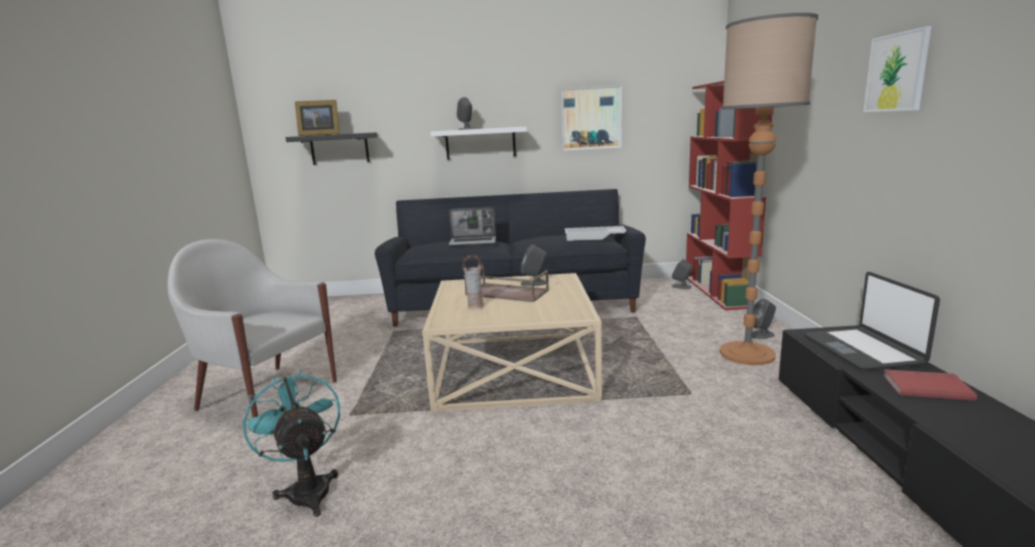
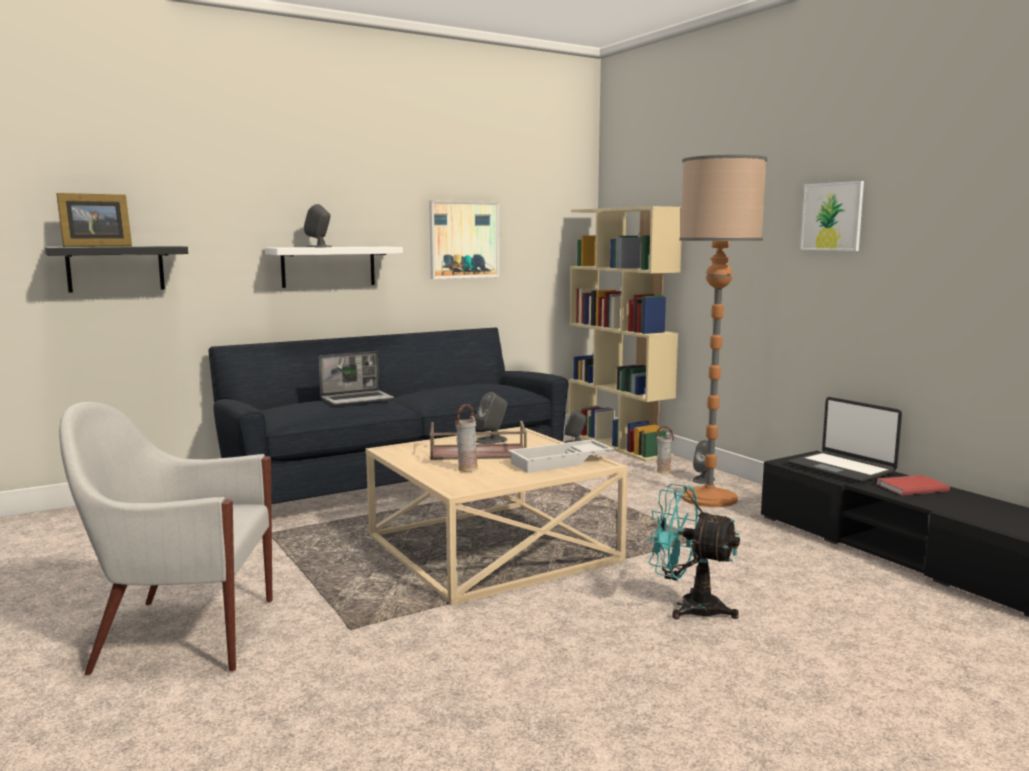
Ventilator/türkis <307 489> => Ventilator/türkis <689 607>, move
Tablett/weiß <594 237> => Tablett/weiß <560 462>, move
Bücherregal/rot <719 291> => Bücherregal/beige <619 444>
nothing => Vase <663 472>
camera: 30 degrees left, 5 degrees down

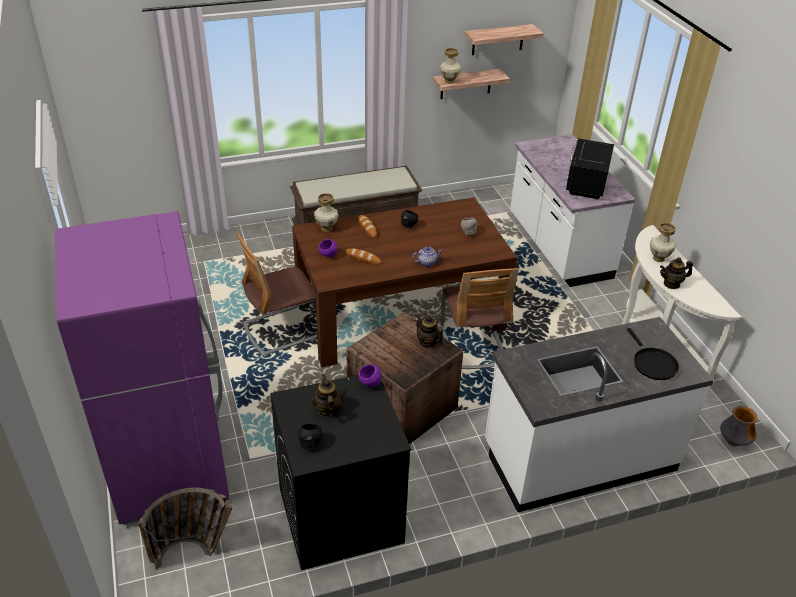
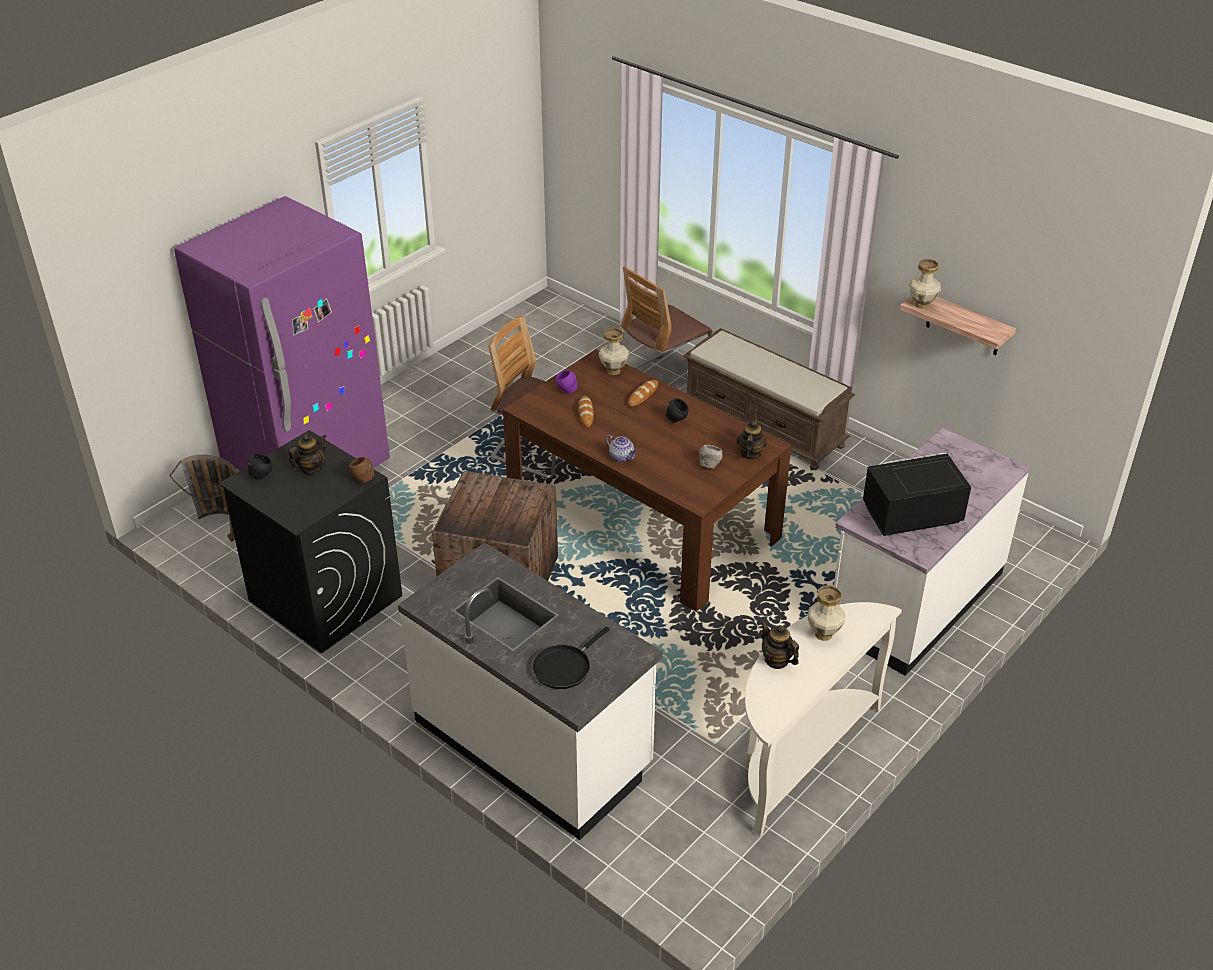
Schüssel/lila <370 384> => Schüssel/braun <363 480>
Teekanne <427 342> => Teekanne <750 454>, move
Stuhl <473 345> => Stuhl <662 377>, move
Wandregal <498 39> => nothing
Vase <733 442> => nothing
camera: 60 degrees right, 0 degrees up

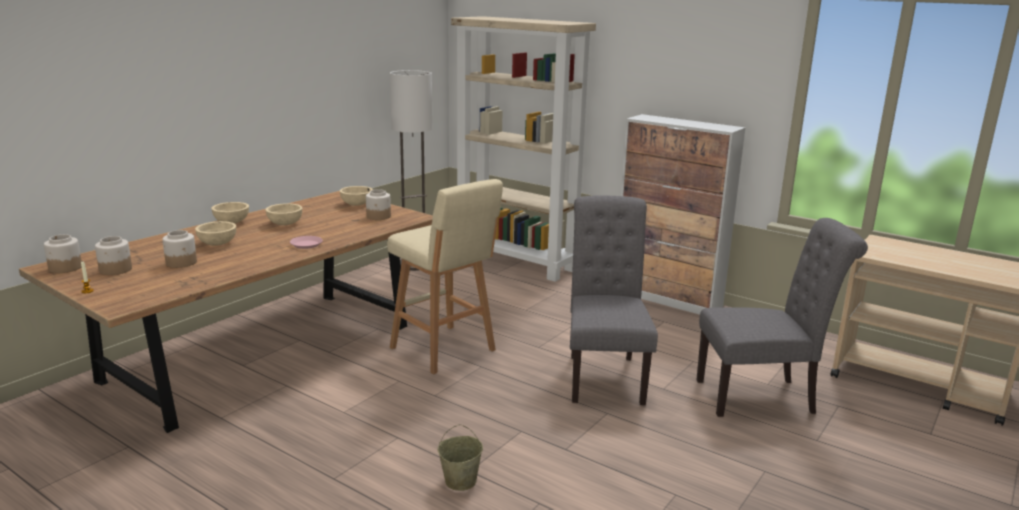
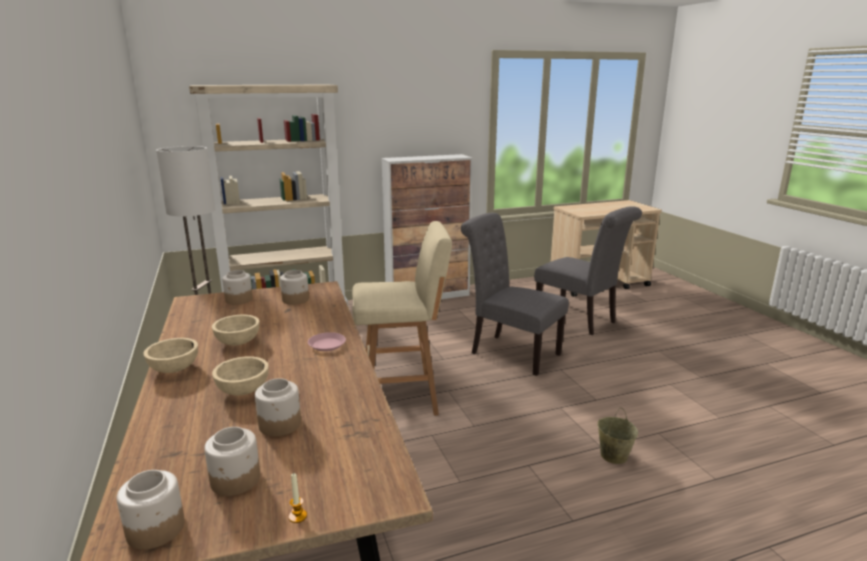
Schüssel/beige <356 204> => Vorratsglas <239 300>
Stuhl/grau <762 397> => Stuhl/grau <579 320>, 105 degrees clockwise
camera: 55 degrees left, 0 degrees up

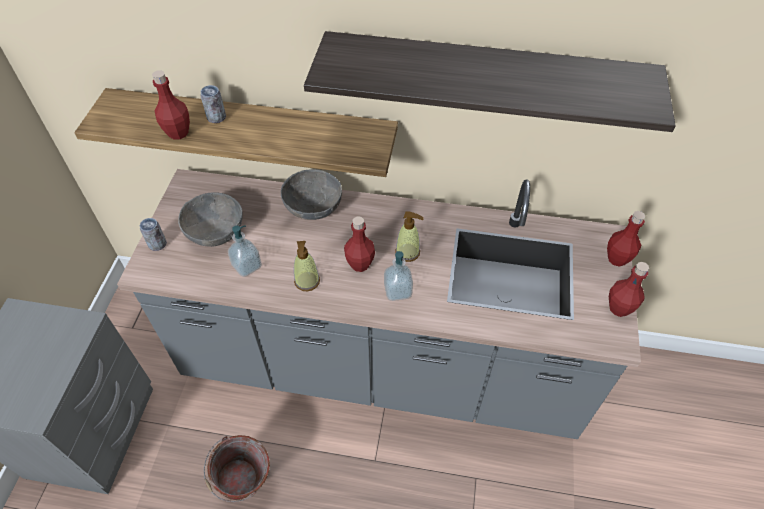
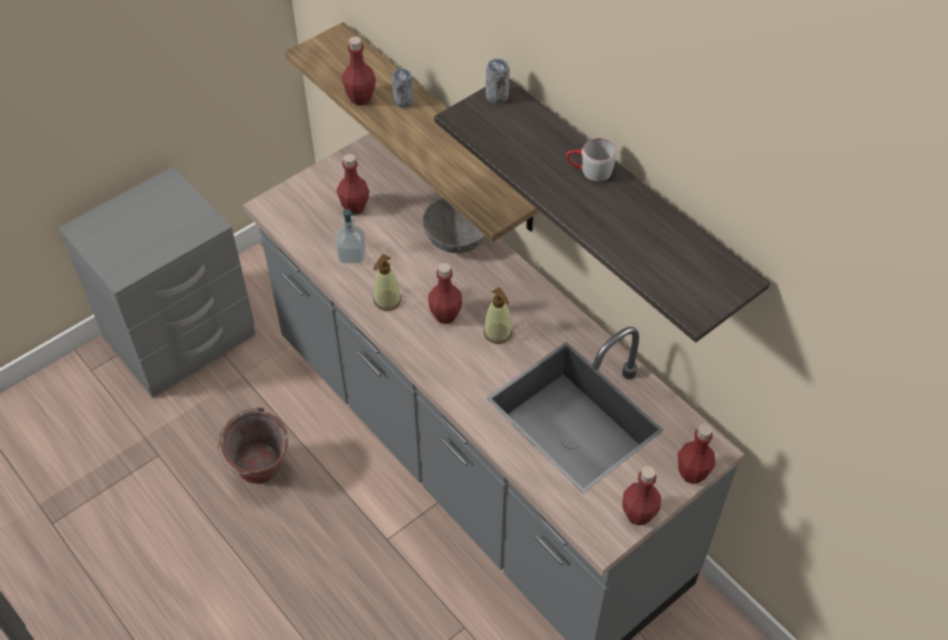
Dose <157 244> => Dose <497 96>, move
Schüssel/grau <215 231> => Flasche/rot <354 208>
Seifenspender <398 291> => nothing
nothing => Henkelbecher/grau <589 171>
camera: 40 degrees right, 0 degrees up

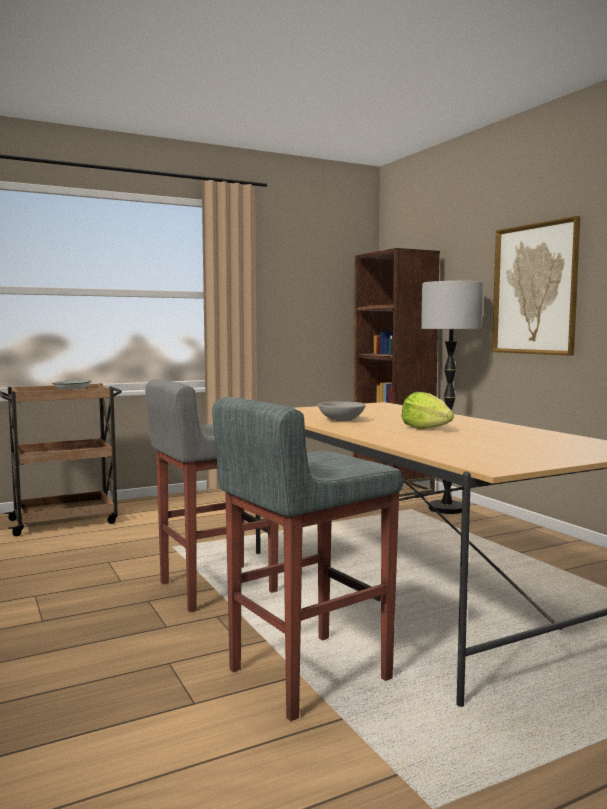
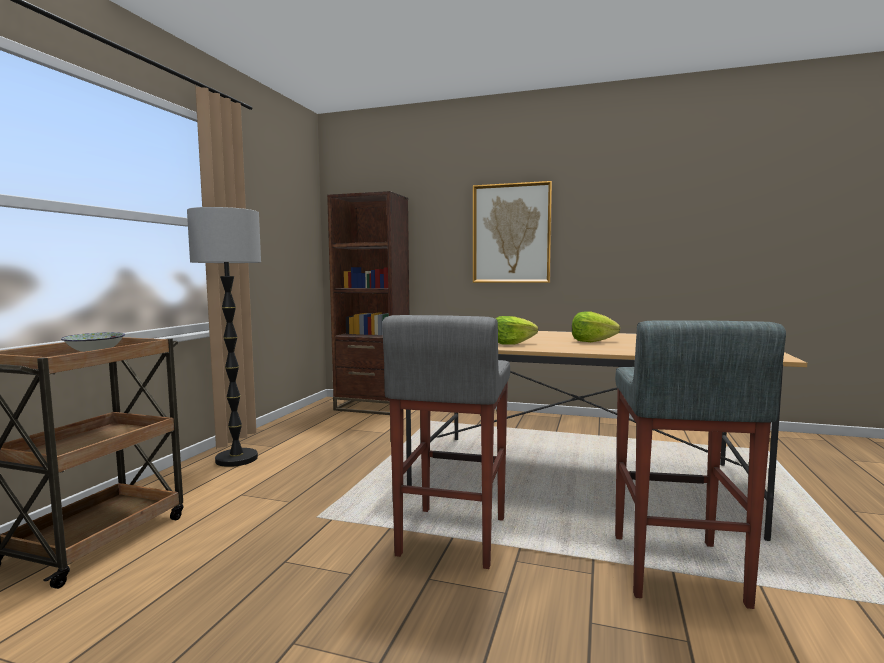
Schüssel/grau <341 420> => Salatkopf <511 343>
Stehlampe <446 509> => Stehlampe <236 459>, move
camera: 45 degrees left, 0 degrees up

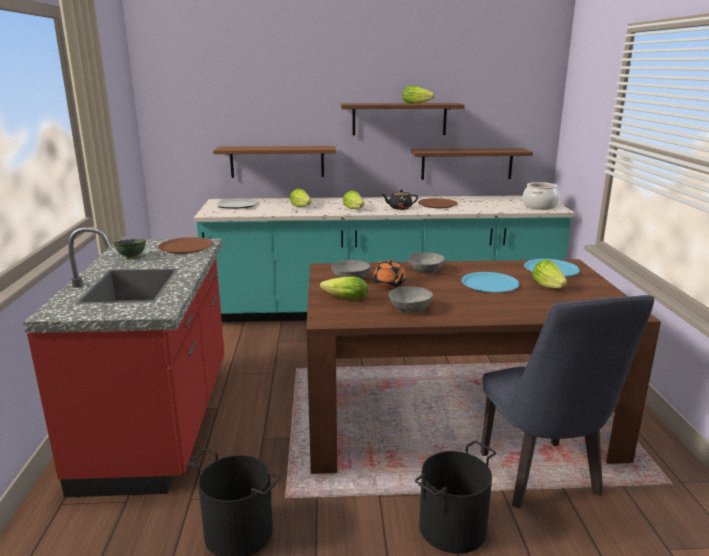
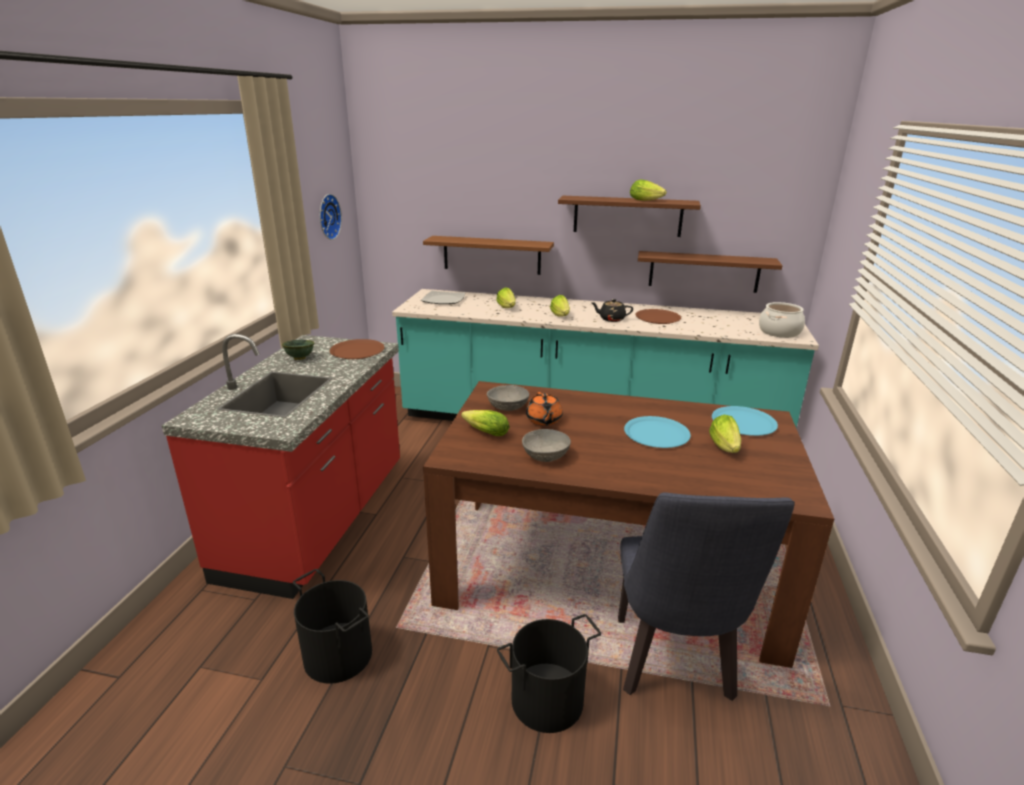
Schüssel/grau <425 270> => nothing
nothing => Wanduhr <327 216>
camera: 15 degrees right, 5 degrees up

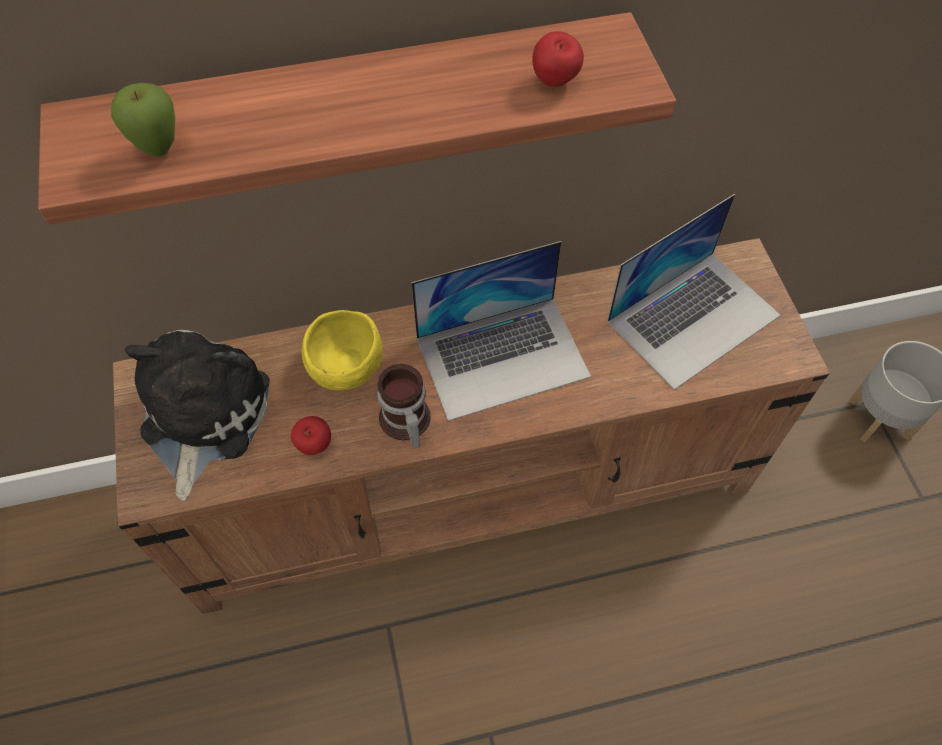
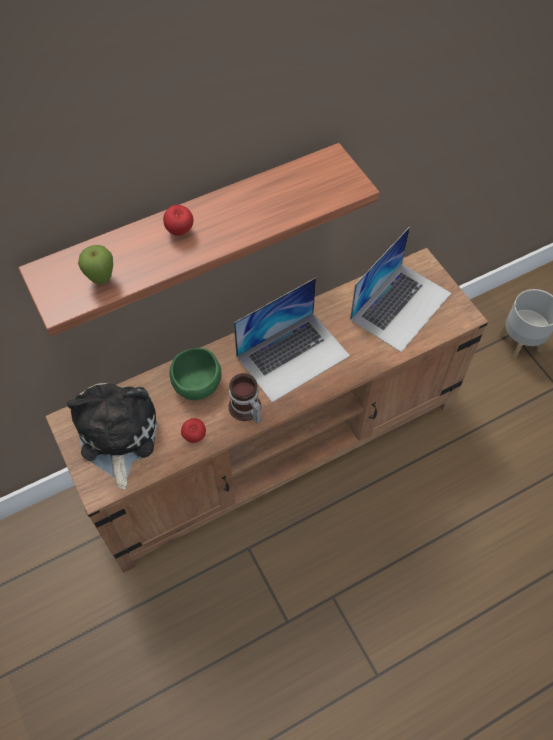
Schüssel/gelb <344 365> => Schüssel/grün <196 383>
Apfel <555 82> => Apfel <180 232>, move
camera: 15 degrees left, 0 degrees up

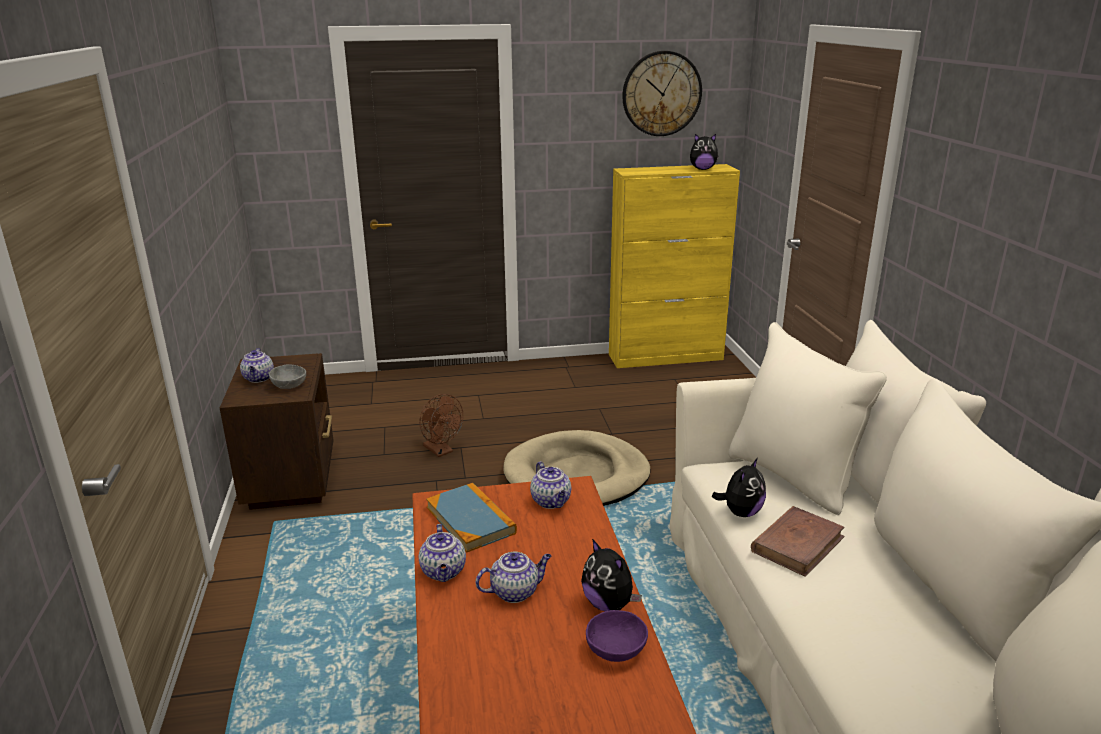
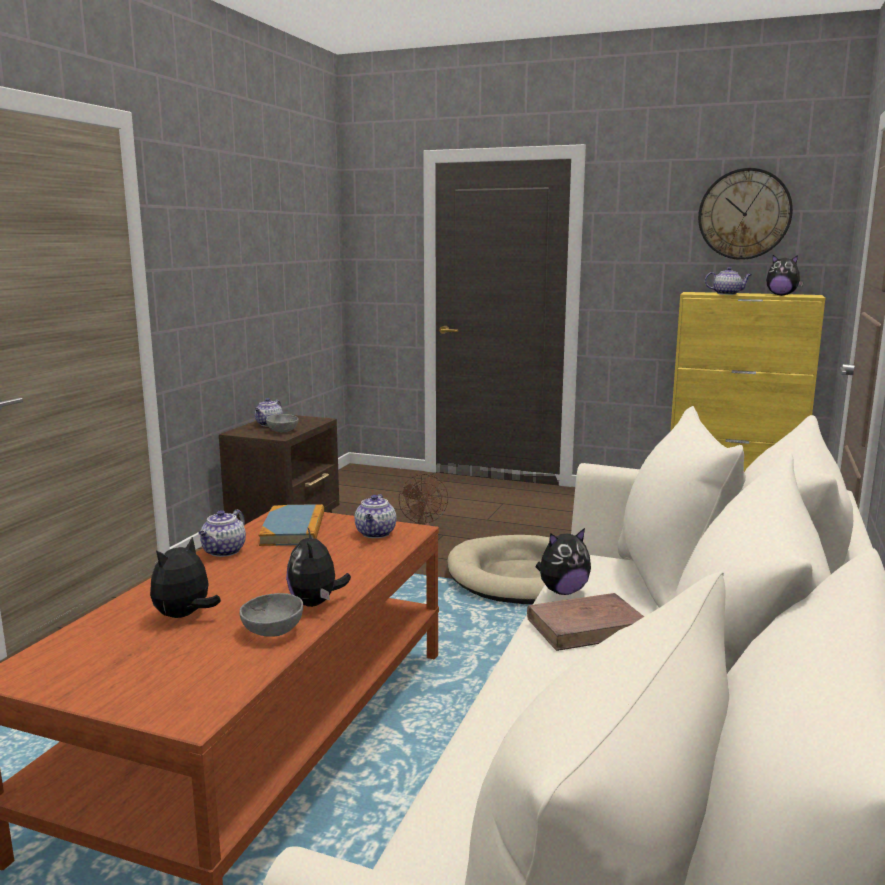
Teekanne <515 591> => Teekanne <727 294>, move
Schüssel/lila <616 651> => Schüssel/grau <272 631>
nothing => Plüschtier <184 616>
camera: 30 degrees right, 10 degrees down

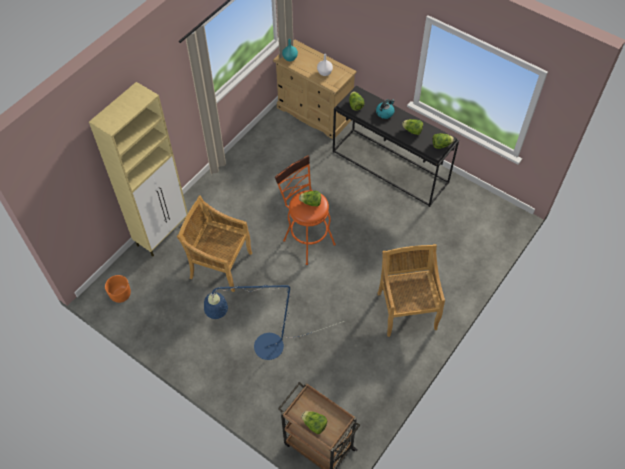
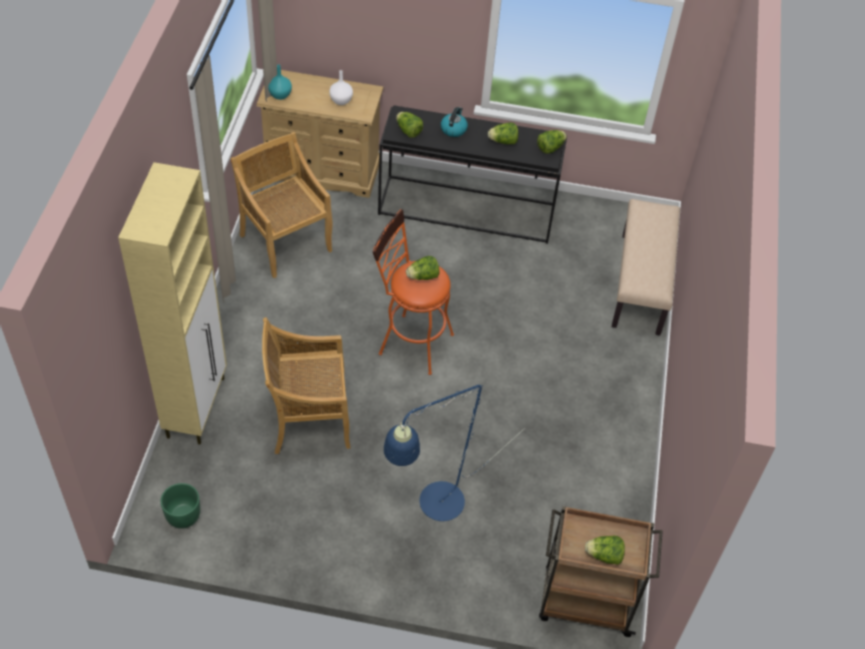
Pflanzkübel/orange <120 294> => Pflanzkübel/grün <183 515>
Stuhl/beige <406 310> => Stuhl/beige <285 242>, move
nothing => Bank/beige <641 284>
camera: 30 degrees left, 5 degrees down

